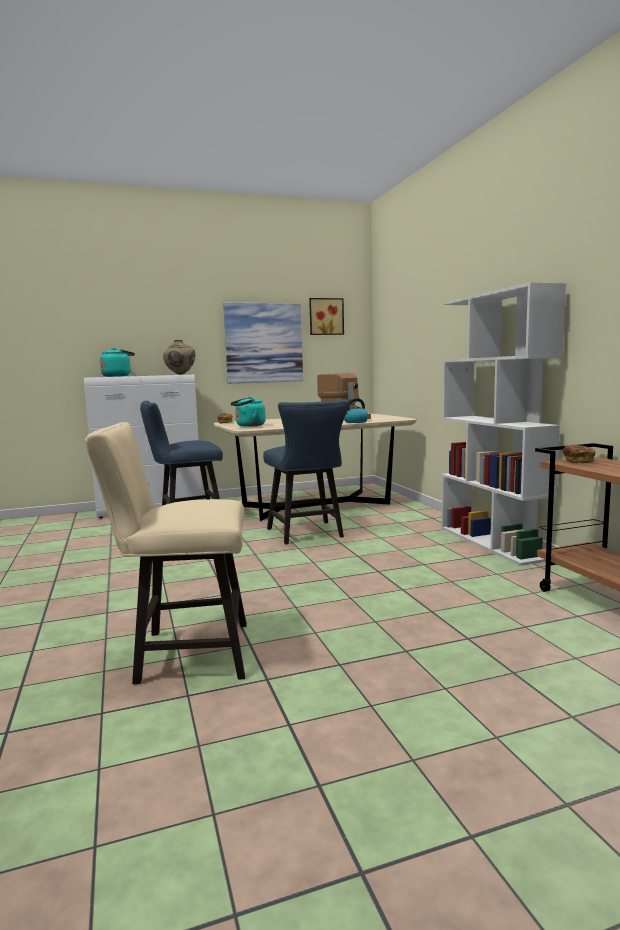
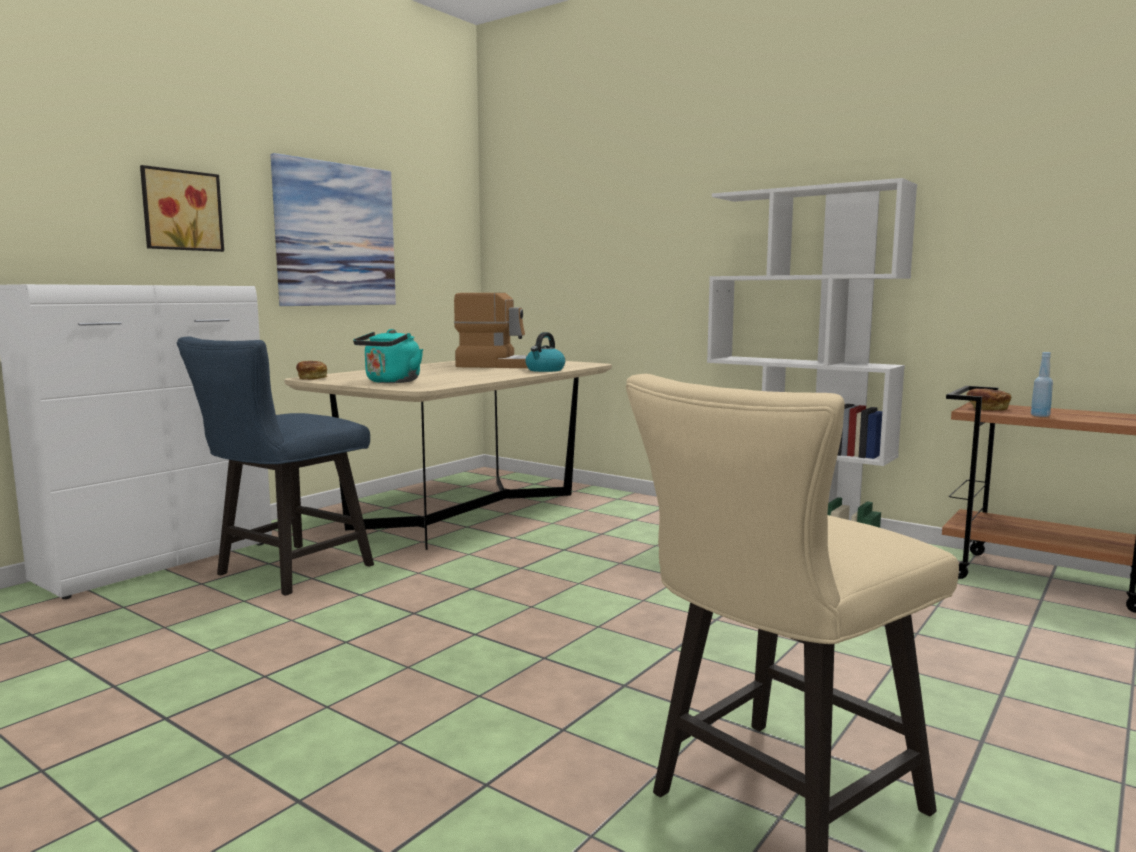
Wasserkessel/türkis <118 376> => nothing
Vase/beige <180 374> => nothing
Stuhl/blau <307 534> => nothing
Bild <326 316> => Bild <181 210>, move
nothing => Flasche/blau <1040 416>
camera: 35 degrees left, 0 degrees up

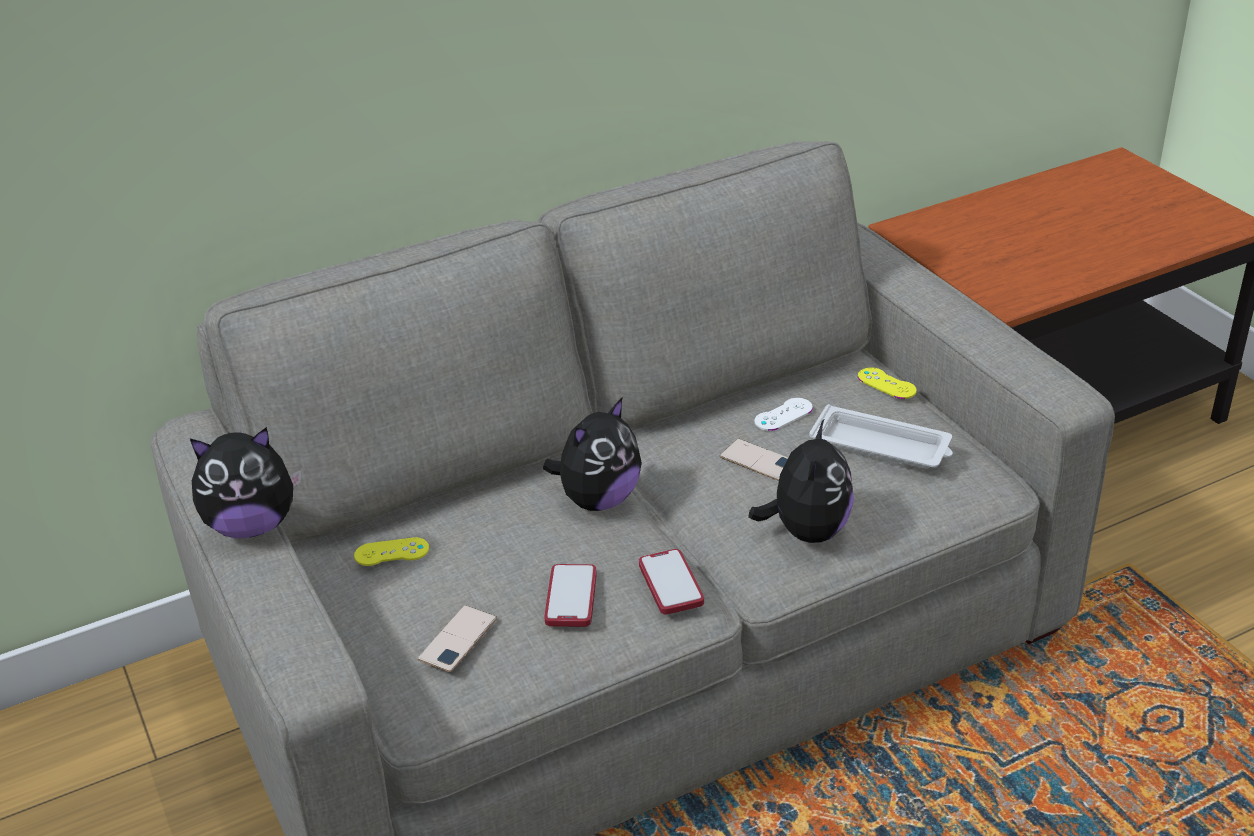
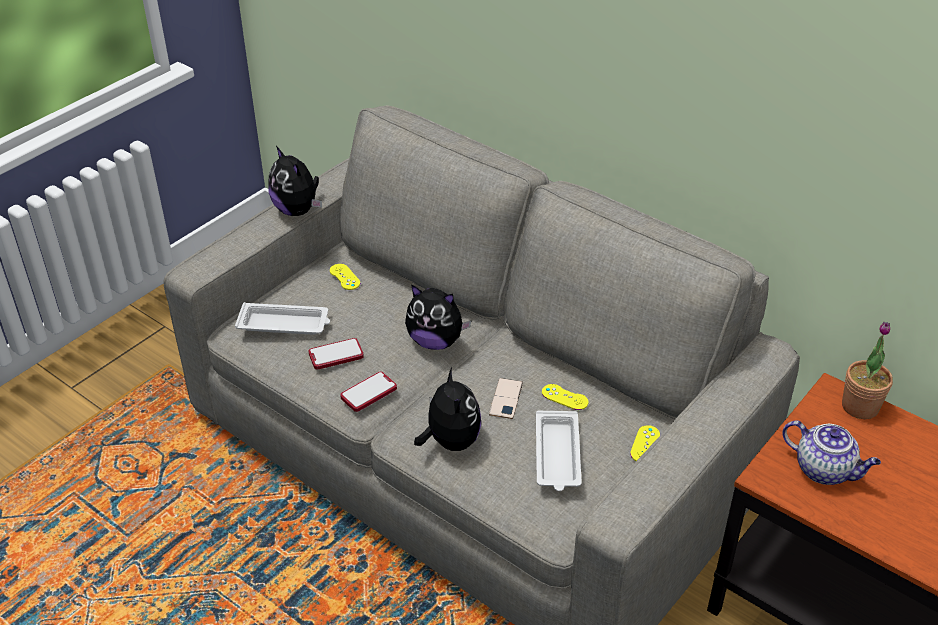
Handy <458 639> => Tablett/weiß <285 324>
Plüschtier <807 531> => Plüschtier <450 441>, 90 degrees counterclockwise
Gamepad/weiß <783 415> => Gamepad/gelb <564 397>
nothing => Teekanne <825 470>
nothing => Topfpflanze <860 407>
camera: 65 degrees right, 5 degrees up

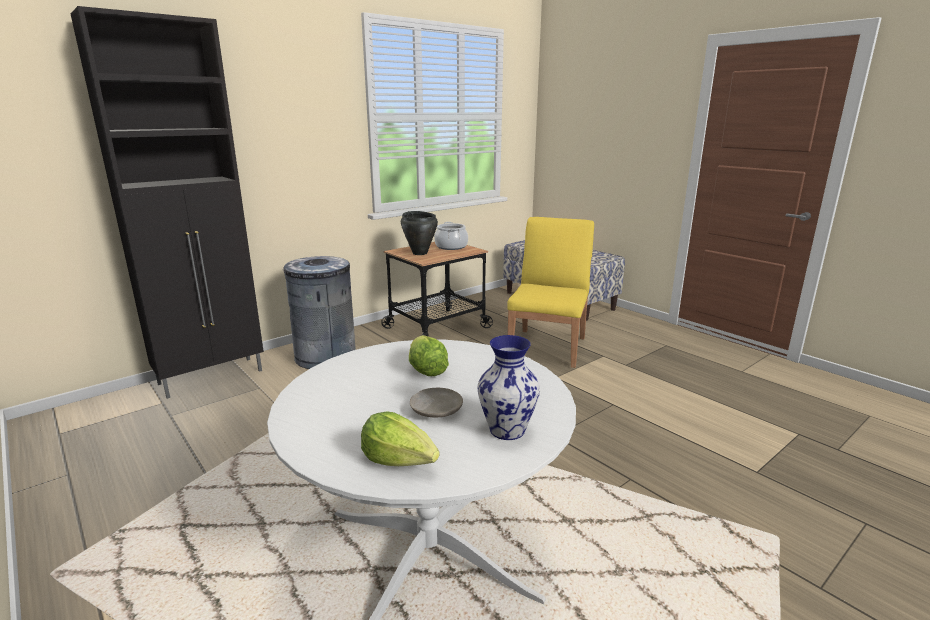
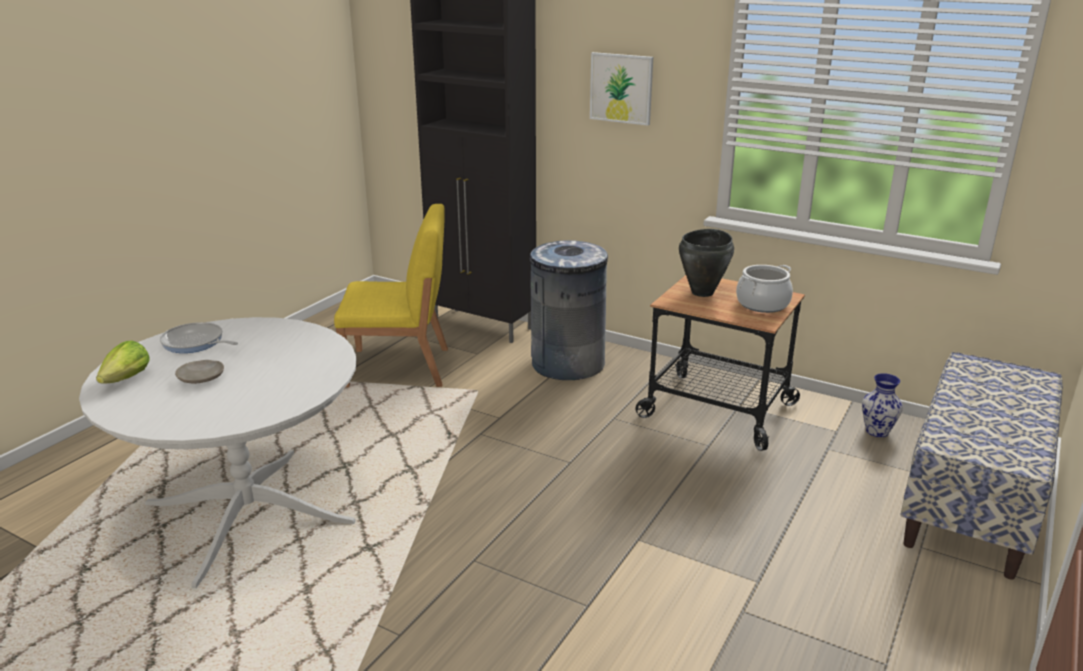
Salatkopf <426 369> => nothing
Vase <508 430> => Vase <877 431>, move
Stuhl/gelb <548 347> => Stuhl/gelb <399 368>, move
nothing => Pfanne <195 343>
nothing => Bild <621 88>
camera: 70 degrees right, 5 degrees up

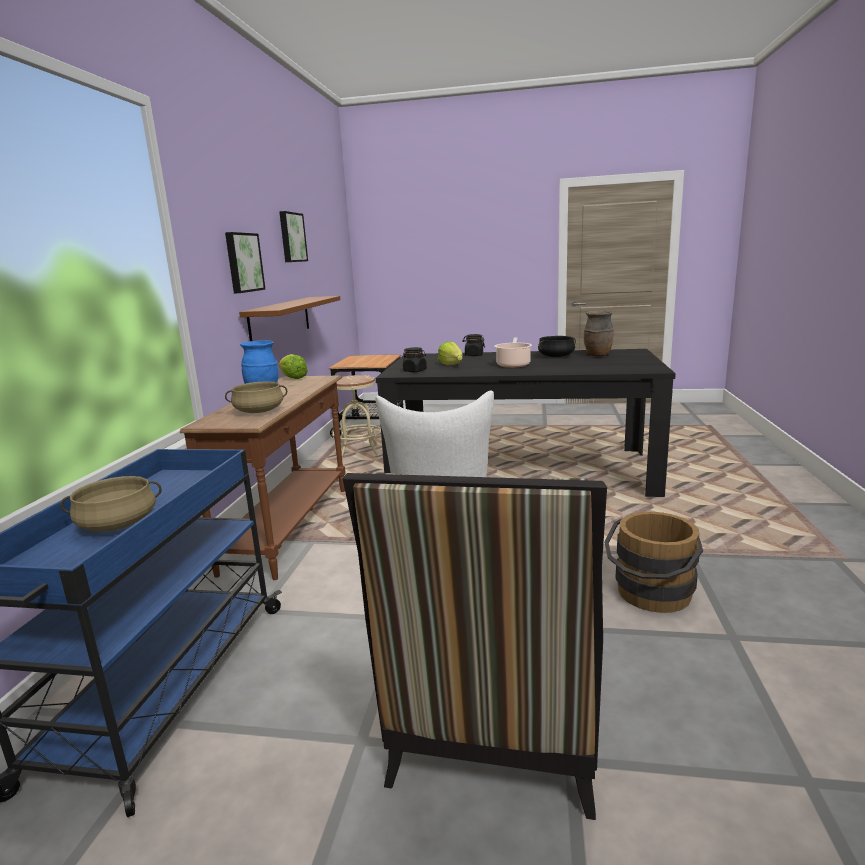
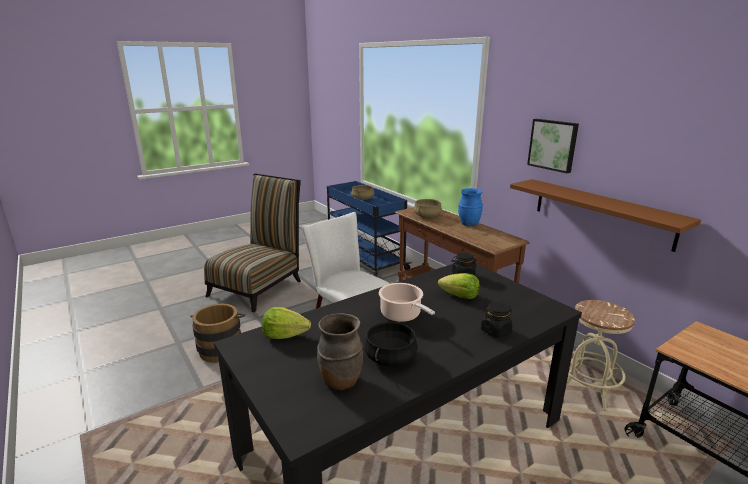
Bild <291 237> => nothing
Salatkopf <292 378> => Salatkopf <284 335>, move
Stuhl <495 726> => Stuhl <259 286>, 60 degrees clockwise
camera: 135 degrees right, 5 degrees up

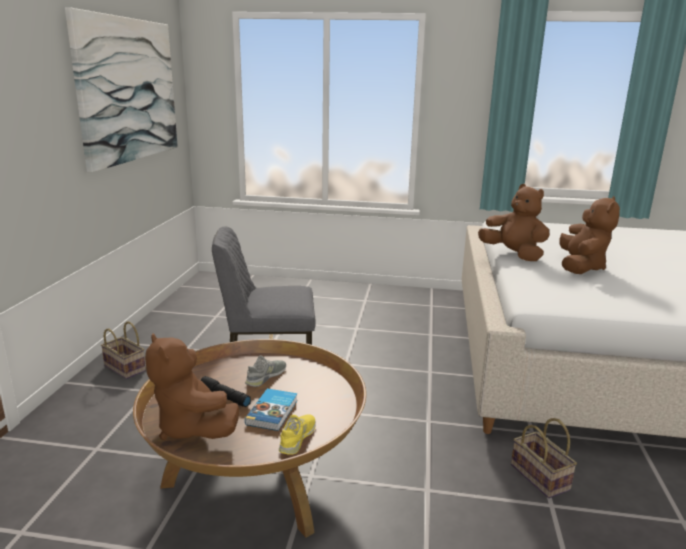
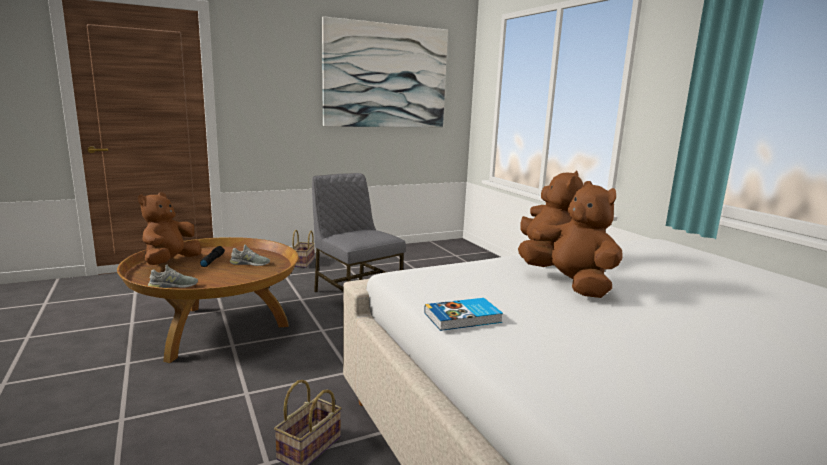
Buch <273 412> => Buch <463 318>, move
Schuh/gelb <297 438> => Schuh/grau <173 286>
Plüschtier/braun <581 267> => Plüschtier/braun <570 284>, 105 degrees counterclockwise
camera: 55 degrees right, 5 degrees down

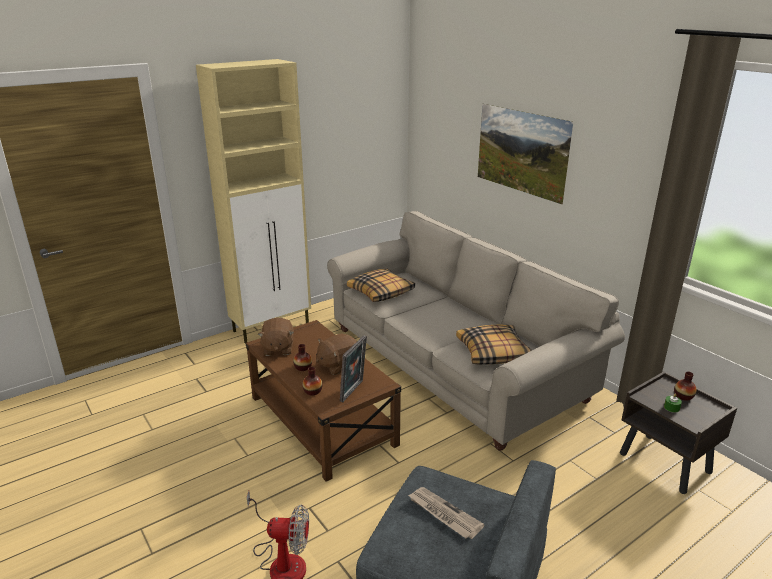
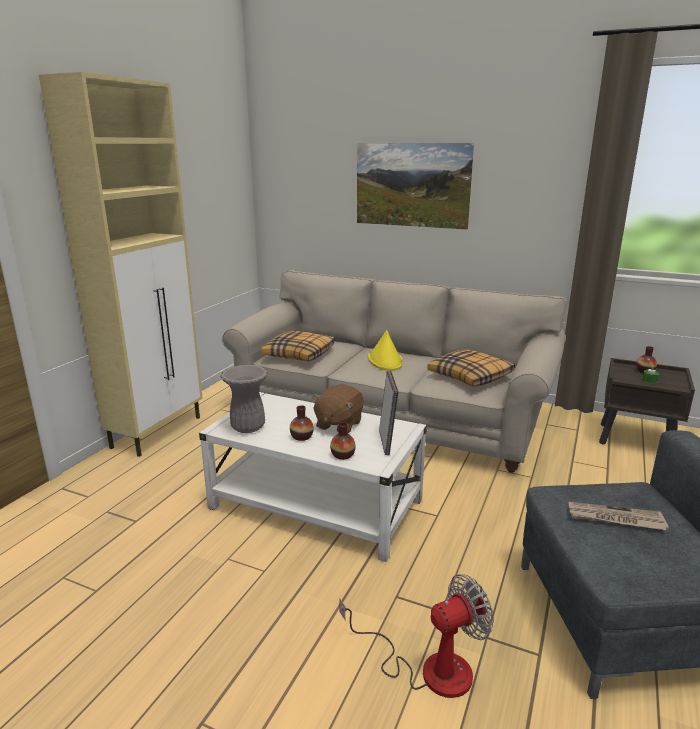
Couchtisch/braun <322 421> => Couchtisch/weiß <316 505>
Plüschtier/braun <278 349> => Vase/grau <248 427>
nothing => Hut/gelb <385 360>
camera: 30 degrees left, 5 degrees down

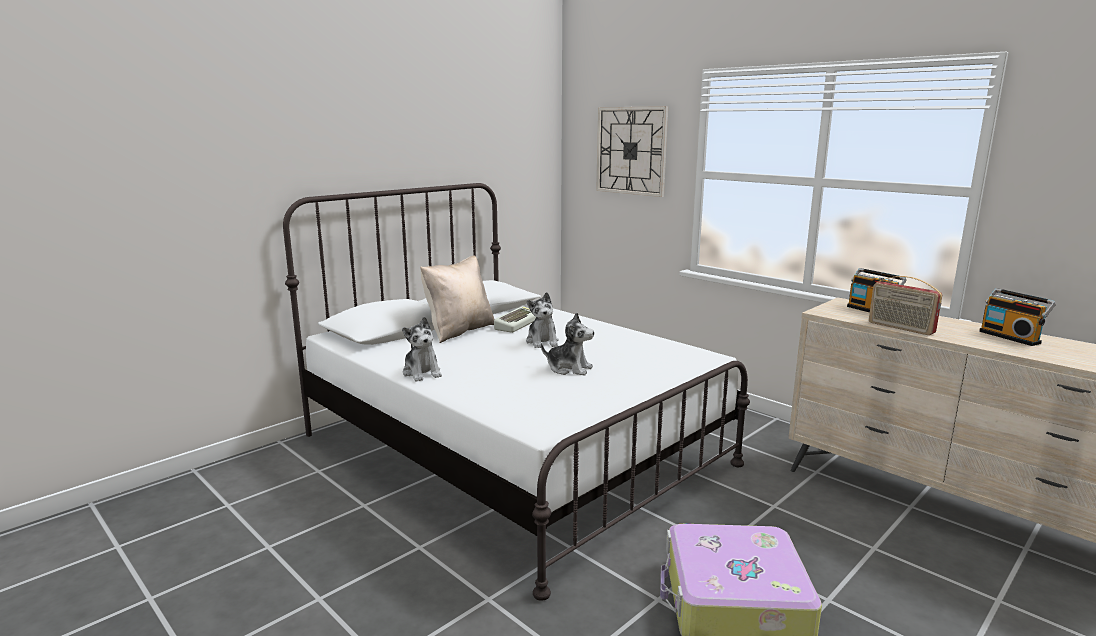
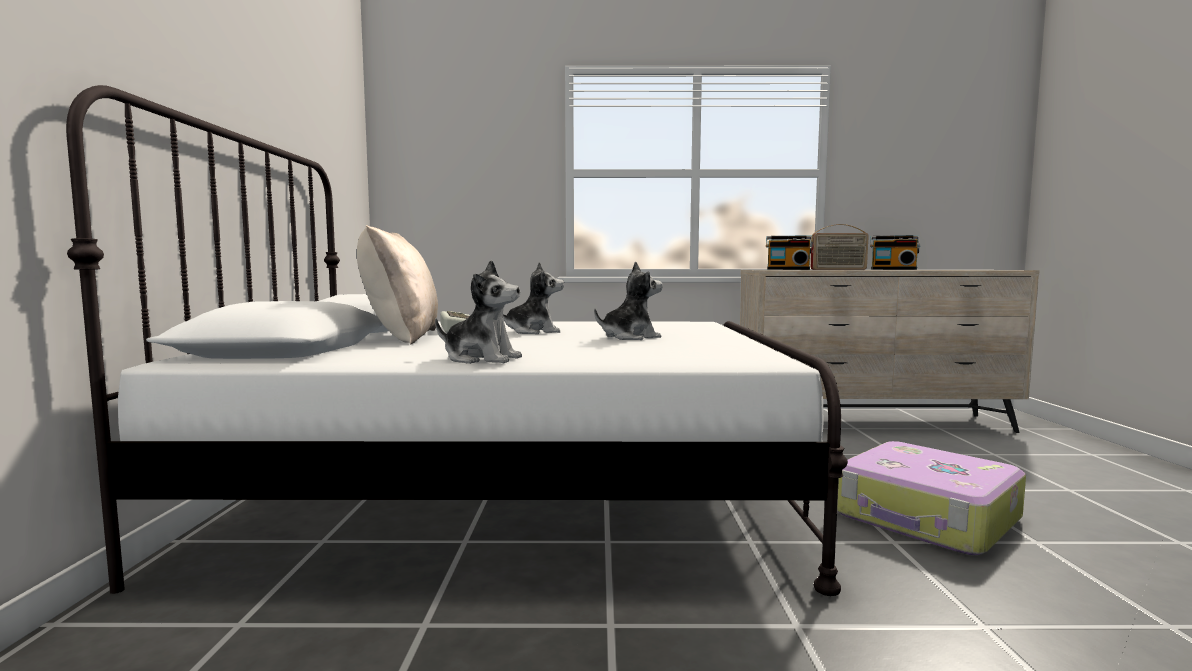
Plüschtier <542 342> => Plüschtier <533 332>, 45 degrees counterclockwise
Wanduhr <631 150> => nothing
camera: 45 degrees left, 10 degrees down

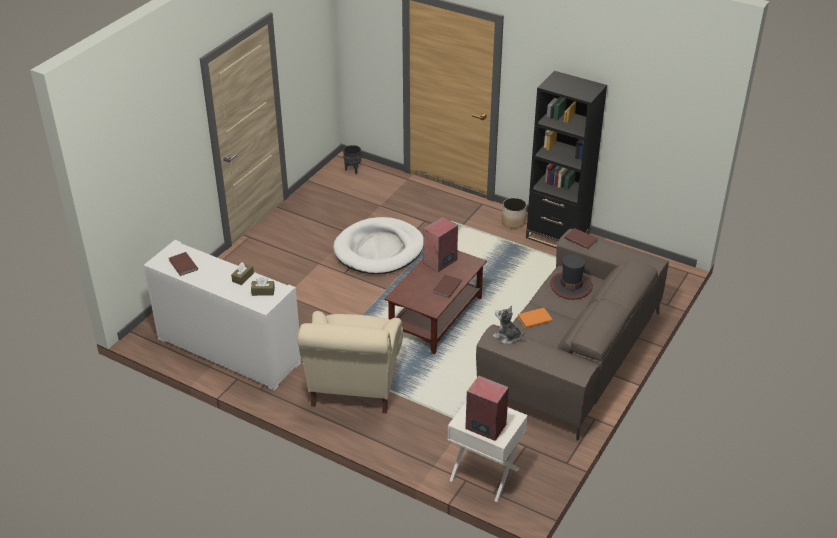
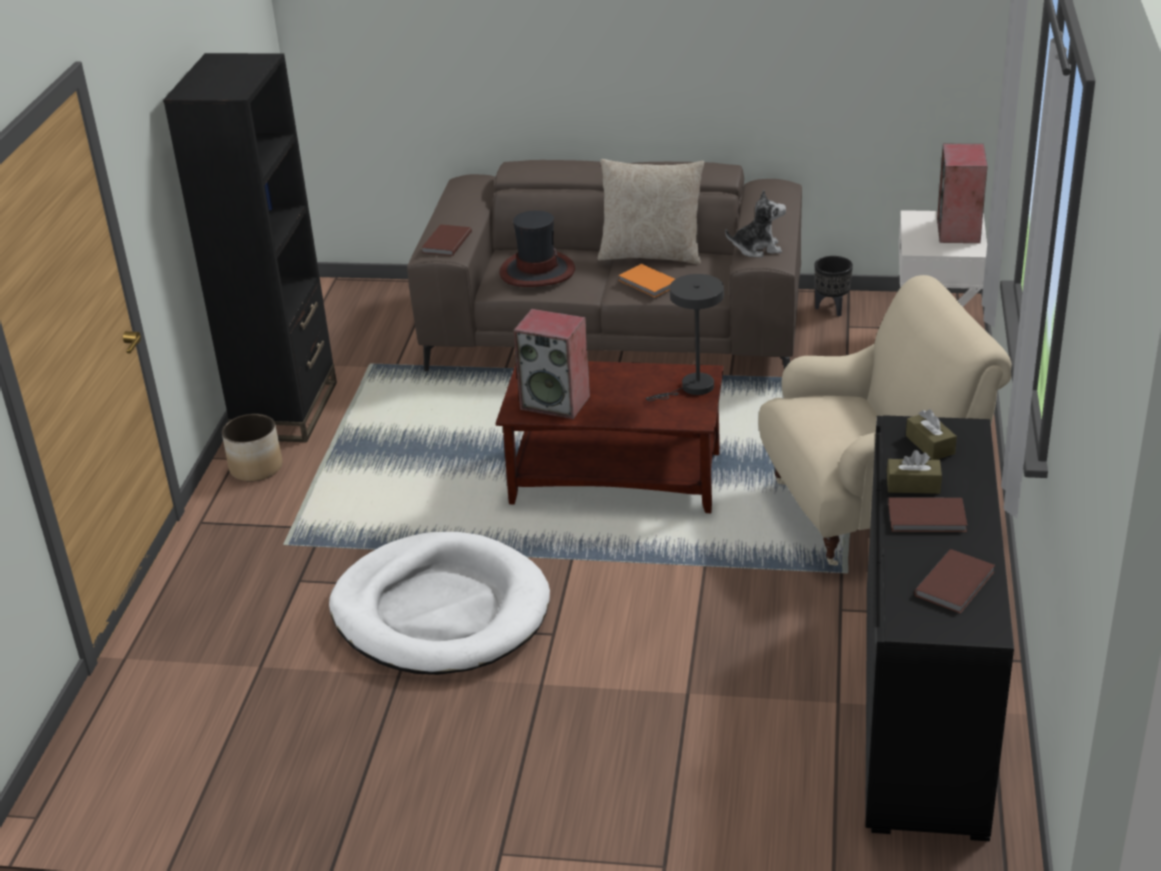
Schrank/weiß <229 350> => Schrank/schwarz <922 705>
Pflanzkübel/schwarz <353 170> => Pflanzkübel/schwarz <832 308>, move
Buch/braun <446 287> => Buch/braun <928 518>, move
Plüschtier <507 337> => Plüschtier <757 248>, 105 degrees counterclockwise
nothing => Kissen/beige <651 254>
nothing => Tischlampe/grau <692 388>
camera: 110 degrees left, 5 degrees down

